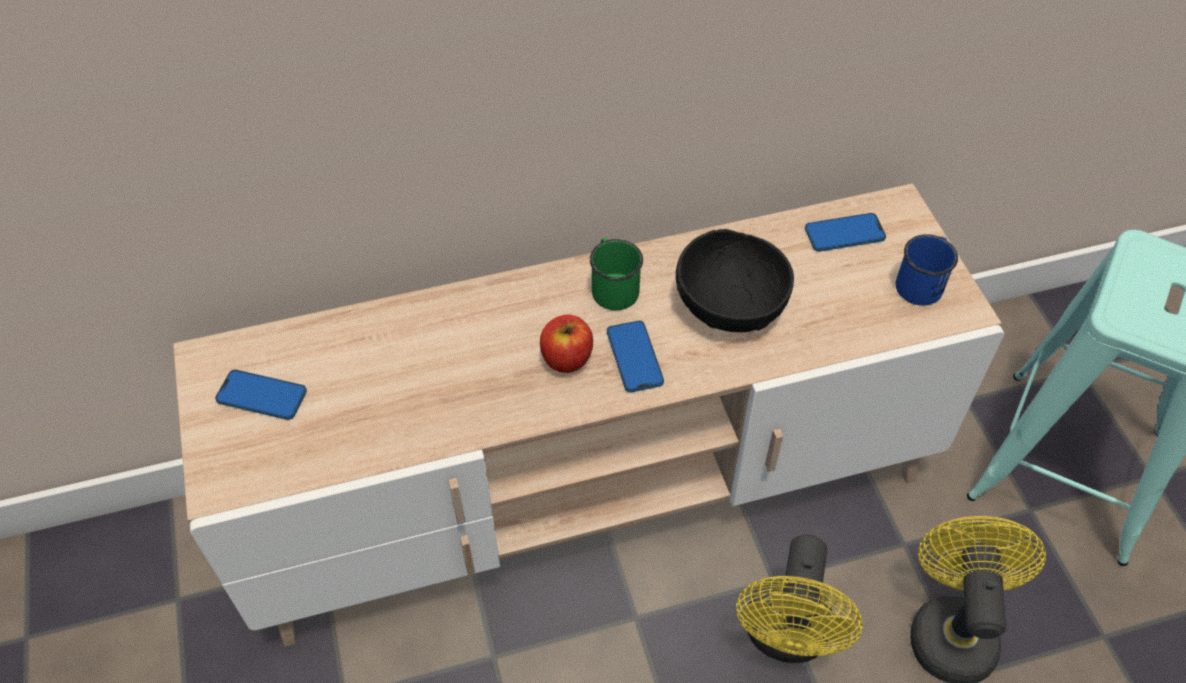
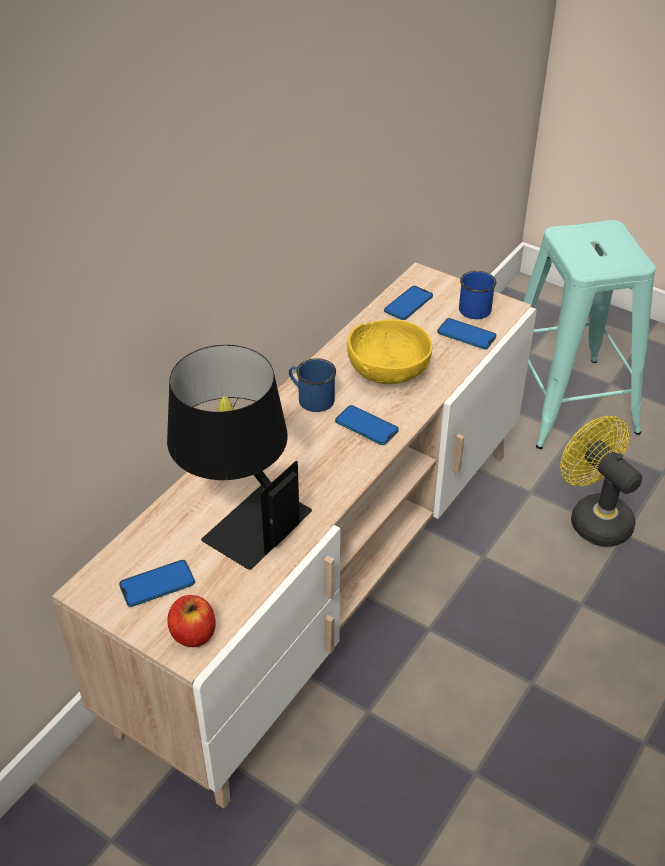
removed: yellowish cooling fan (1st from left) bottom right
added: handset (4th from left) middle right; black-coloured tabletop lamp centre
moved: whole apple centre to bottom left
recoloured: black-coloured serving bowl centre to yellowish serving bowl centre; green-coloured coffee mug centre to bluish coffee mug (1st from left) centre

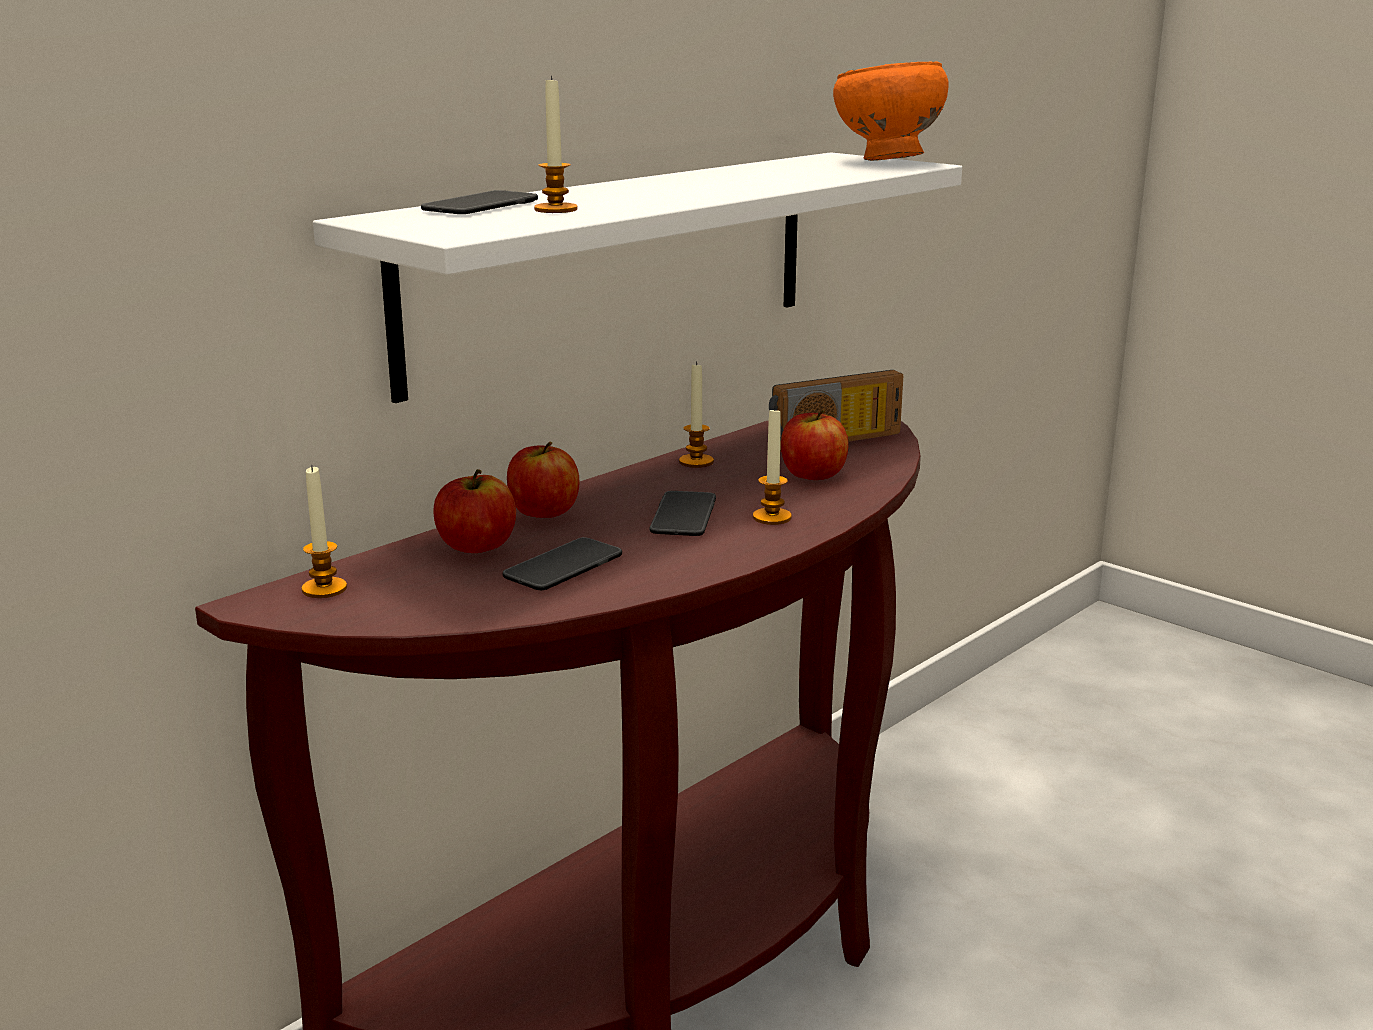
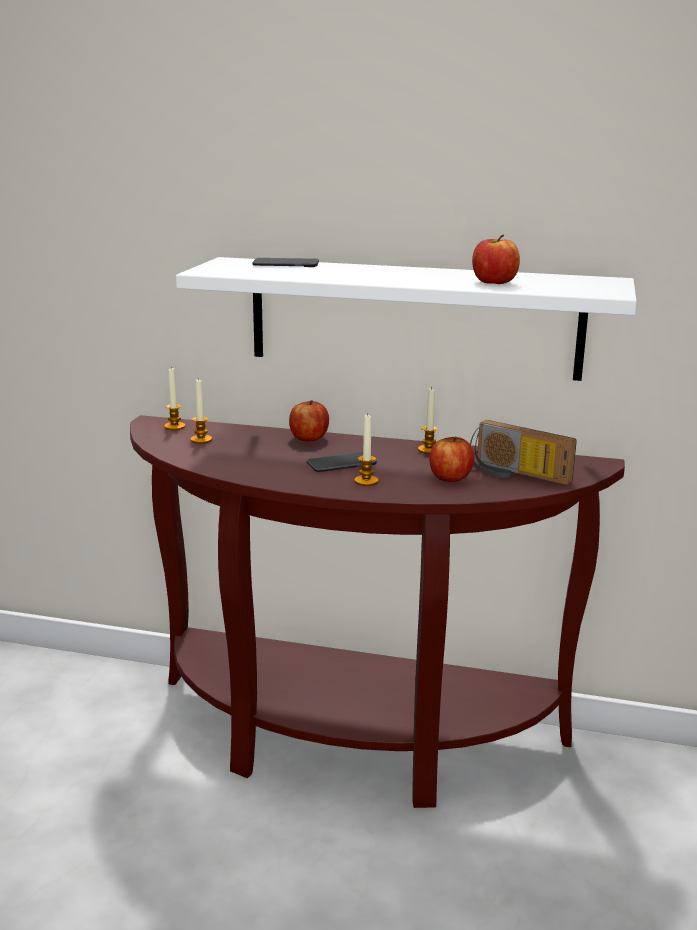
removed: orange serving bowl top centre; handset (2nd from left) centre
moved: wax candle (2nd from left) top centre to middle left; whole apple (1st from left in the first image) centre to whole apple (3rd from left) top right

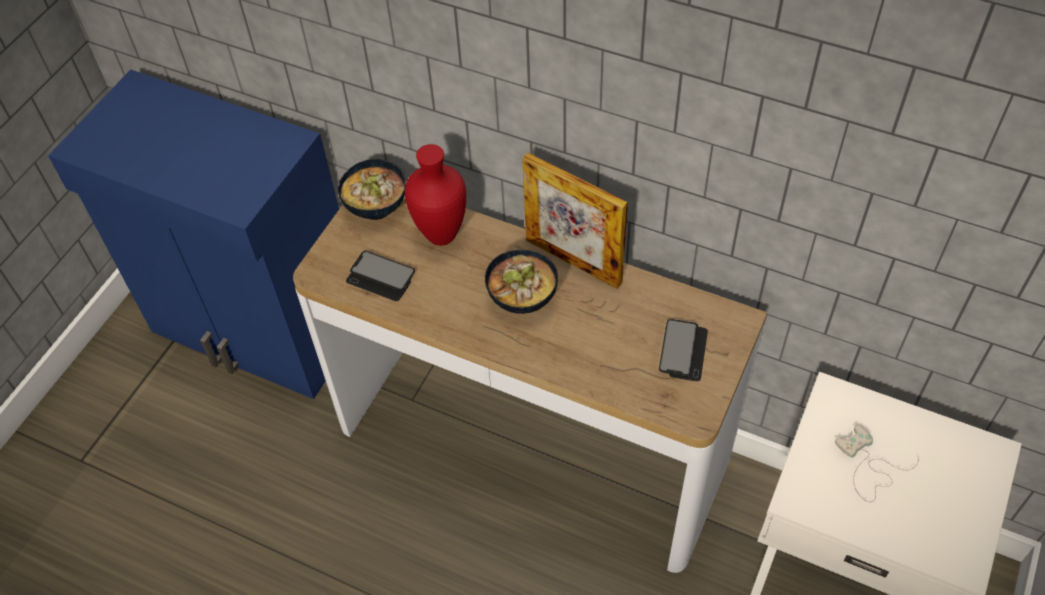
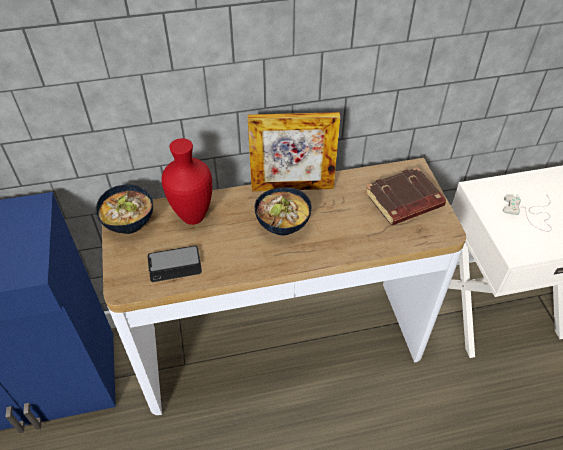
replaced: handset (2nd from left) centre to brown volume middle right

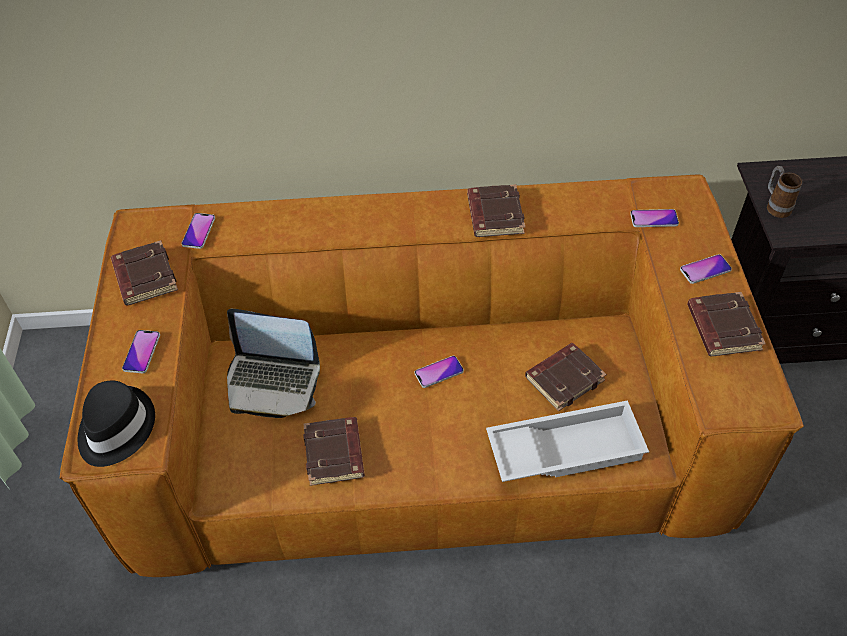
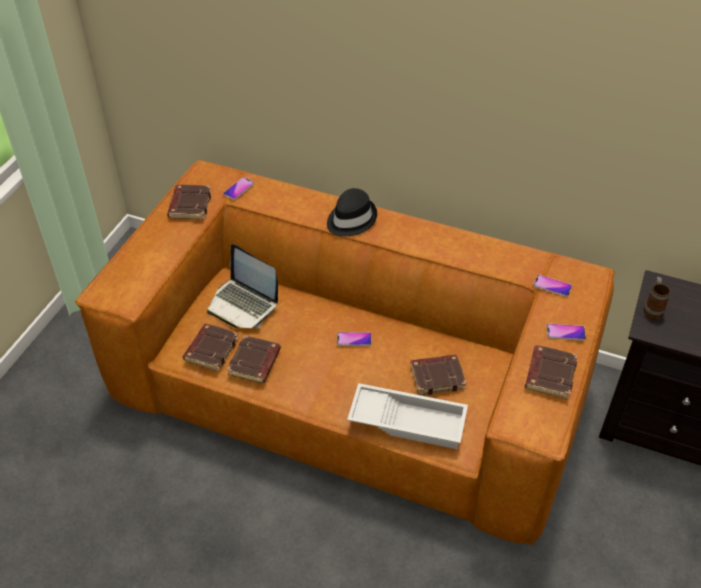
removed: handset (1st from left) middle left
moved: brown volume (3rd from left in the first image) top centre to brown volume (2nd from left) middle left; black-coloured wearable hat bottom left to centre

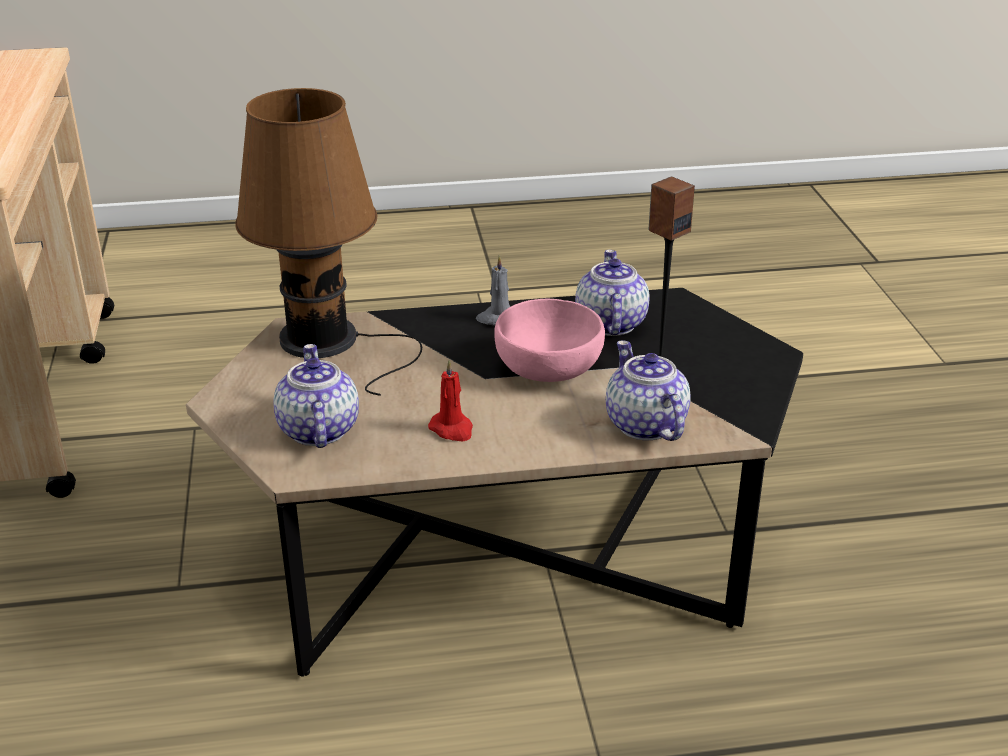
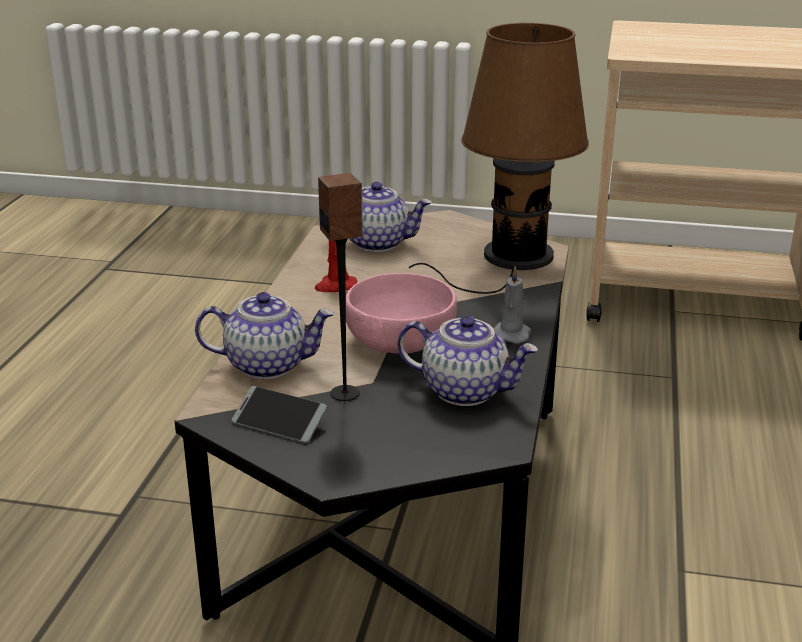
added: handset centre

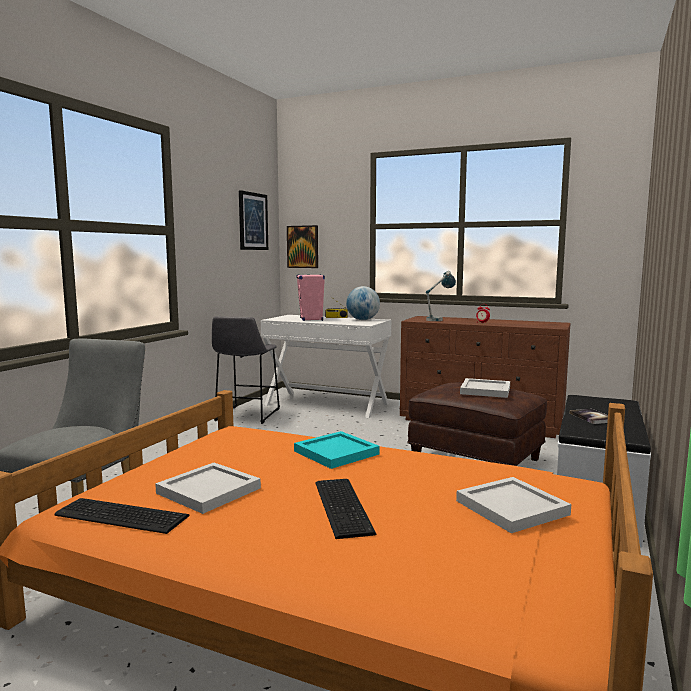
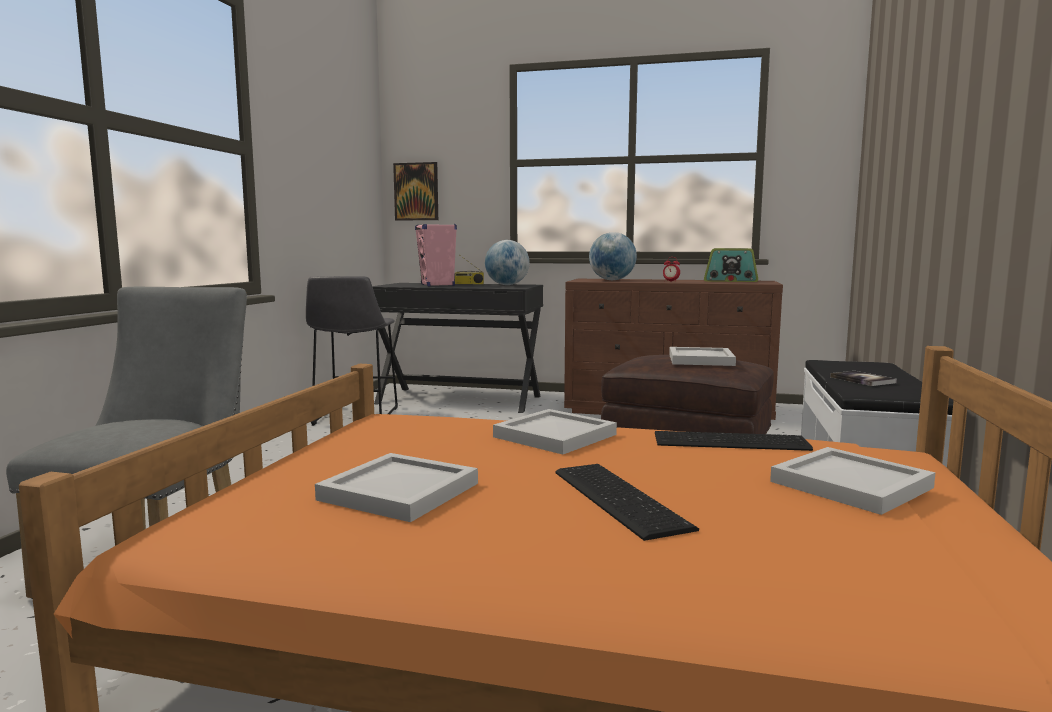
removed: wall art (1st from left) top centre
added: radio receiver (2nd from left) middle right
moved: PC keyboard (1st from left in the first image) bottom left to PC keyboard (2nd from left) middle right
replaced: tabletop lamp centre to desk globe (2nd from left) centre
recoloured: whitish desk table centre to black-coloured desk table centre; turquoise-coloured serving tray centre to whitish serving tray (2nd from left) centre

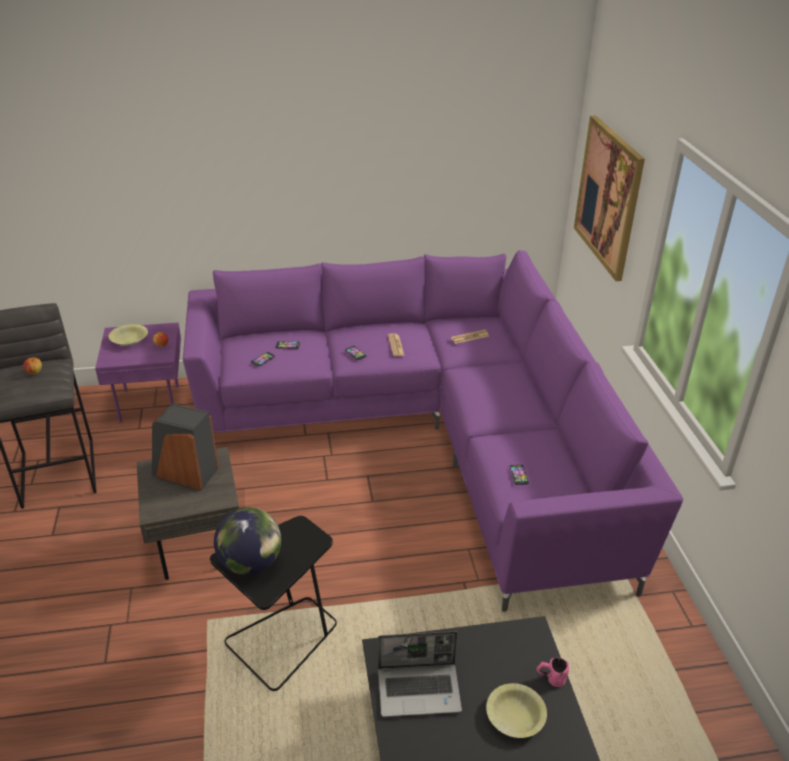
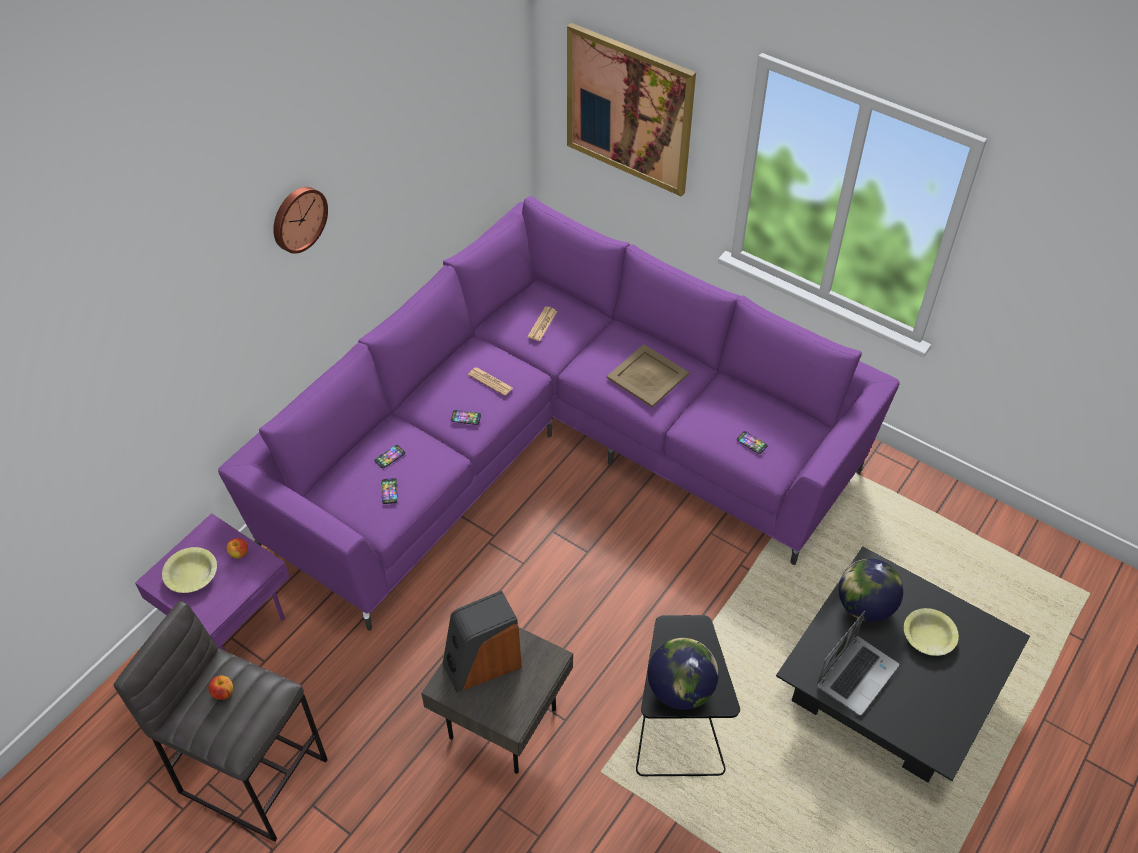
removed: pink coffee mug bottom right
added: clock on the wall top left; sand-coloured serving tray centre; desk globe (2nd from left) bottom right

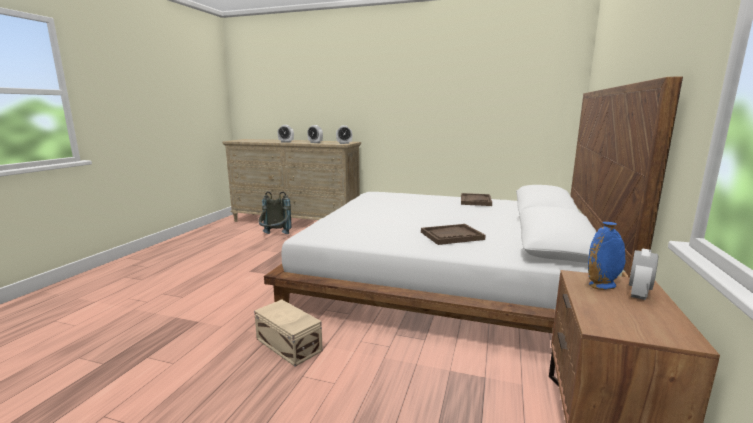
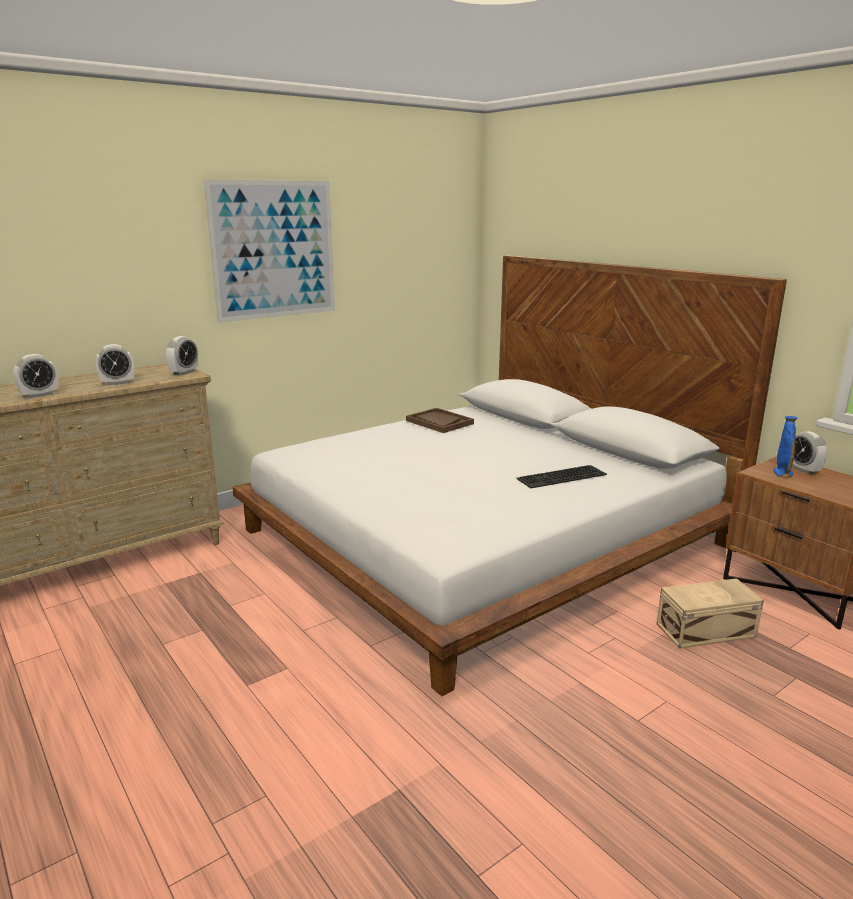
removed: gray backpack centre
added: wall art top left
moved: sand-coloured storage box bottom centre to bottom right
replaced: brown serving tray (1st from left) centre to PC keyboard centre

